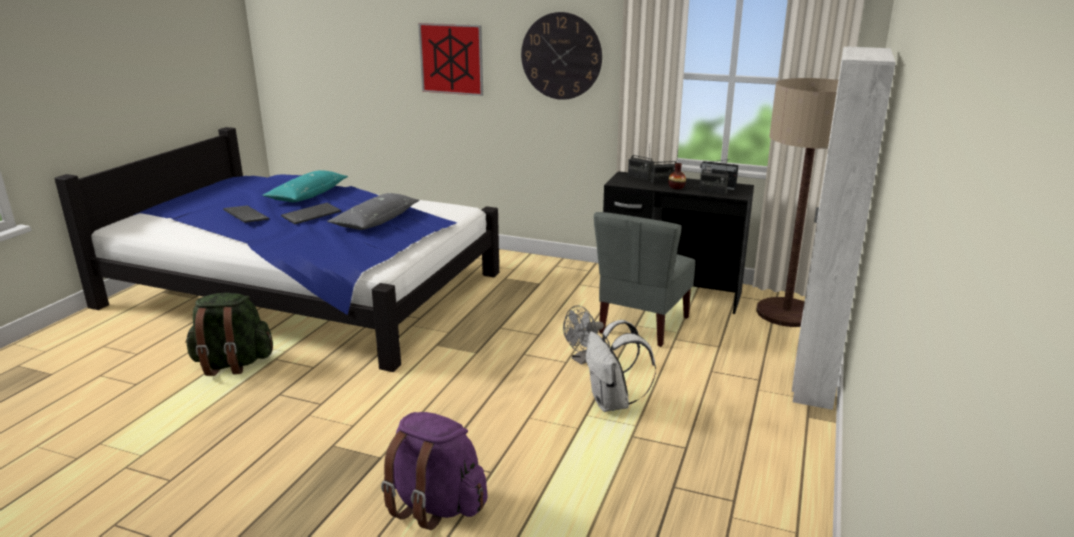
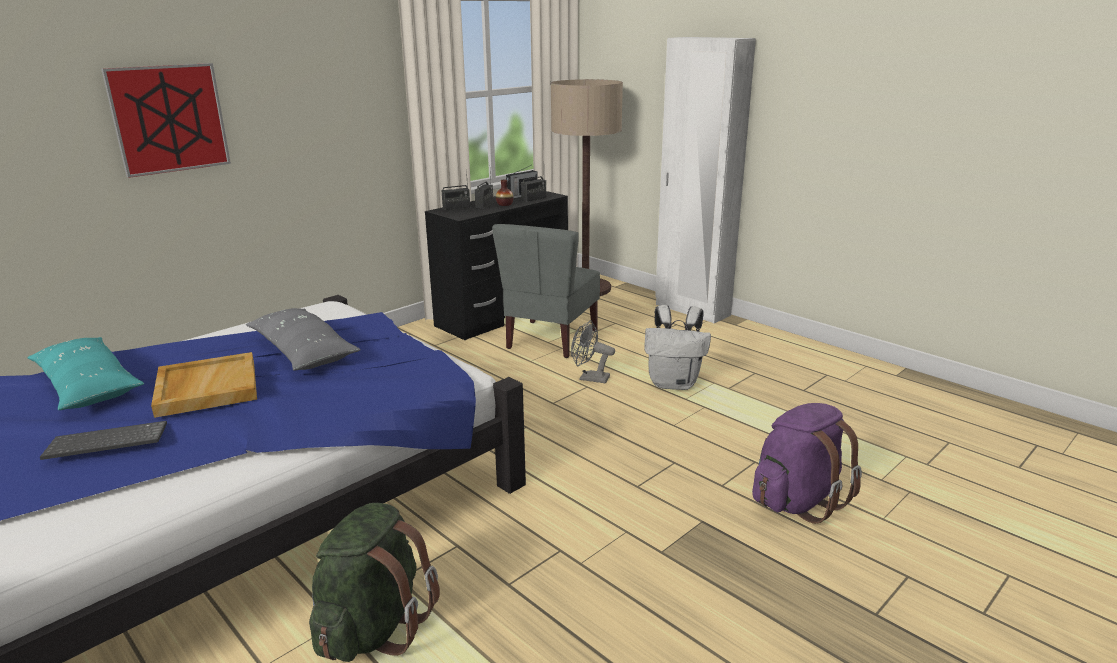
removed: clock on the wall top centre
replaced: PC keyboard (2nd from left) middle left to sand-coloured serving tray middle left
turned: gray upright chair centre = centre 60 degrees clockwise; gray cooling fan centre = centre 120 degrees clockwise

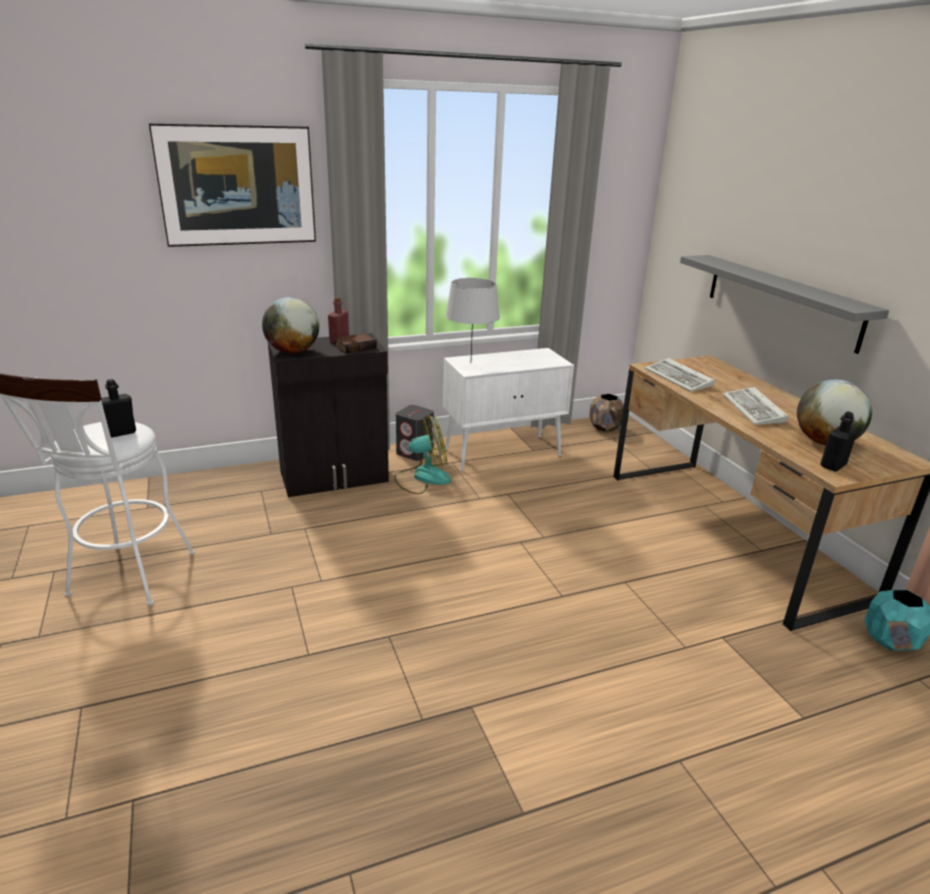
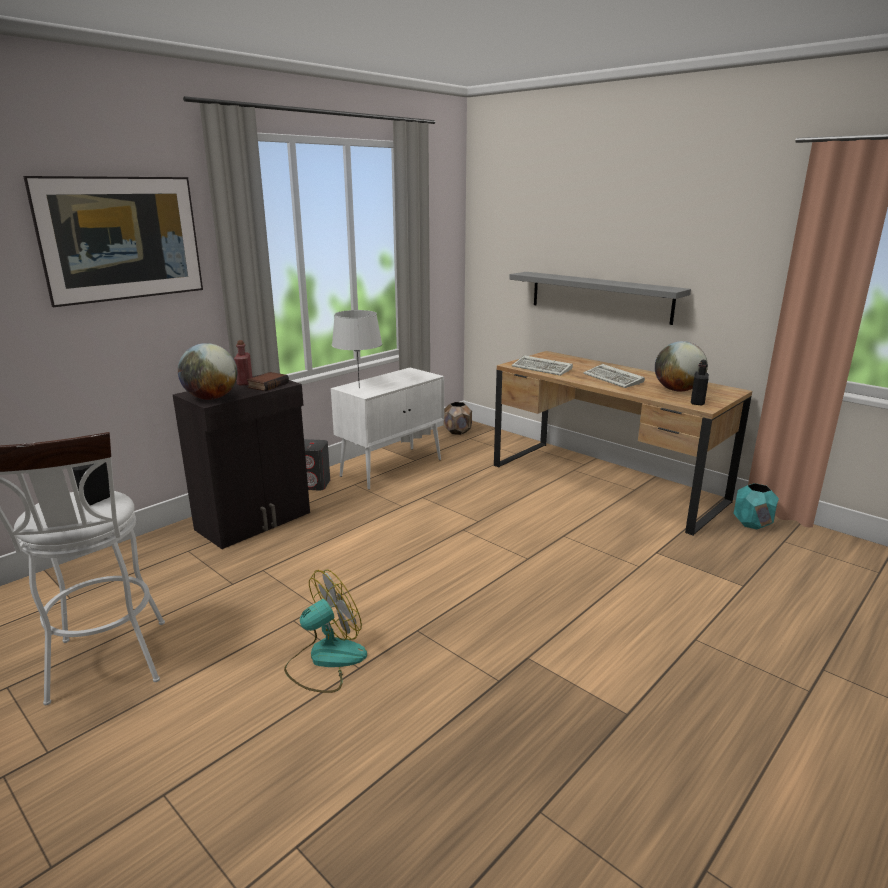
moved: cooling fan centre to bottom centre

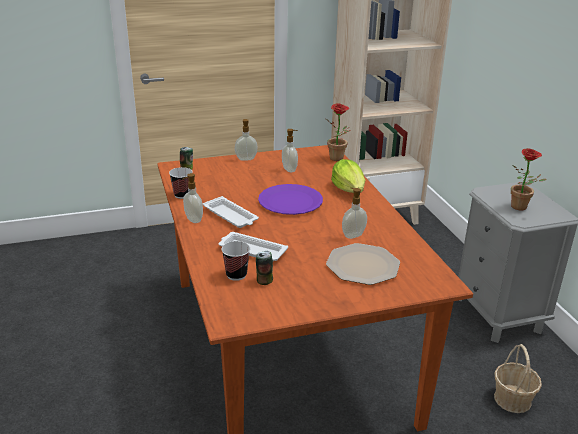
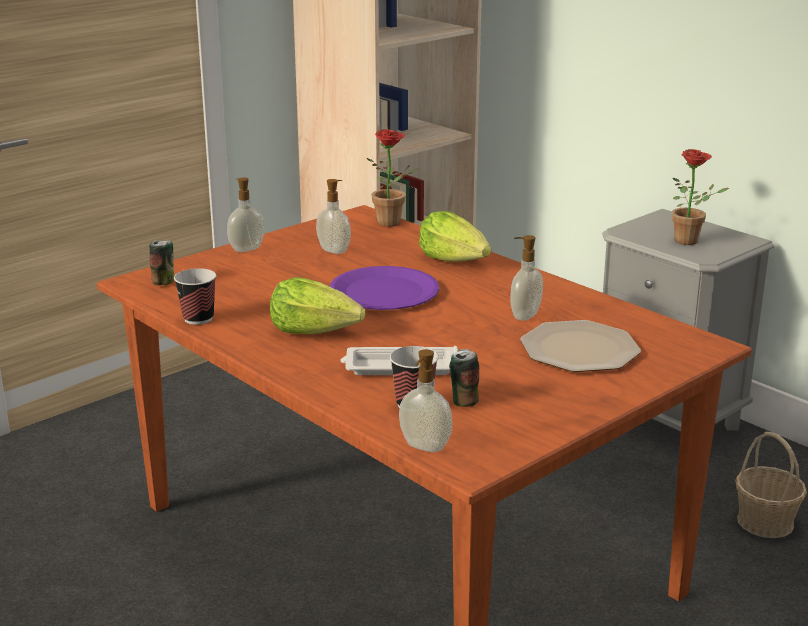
moved: soap bottle (1st from left in the first image) middle left to soap bottle (3rd from left) centre
replaced: whitish serving tray (1st from left) centre to lettuce (1st from left) centre

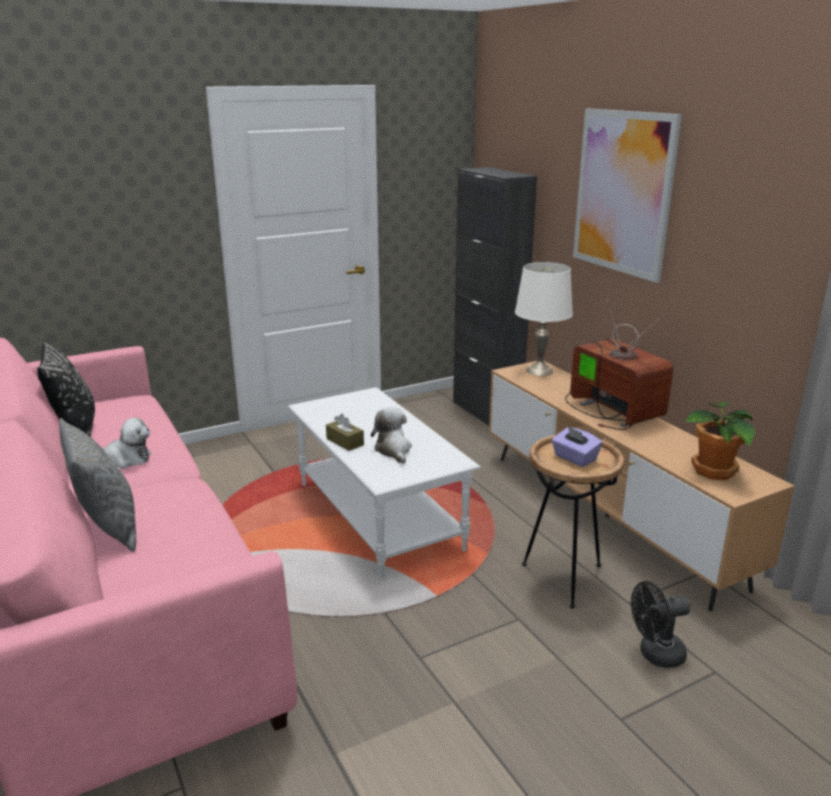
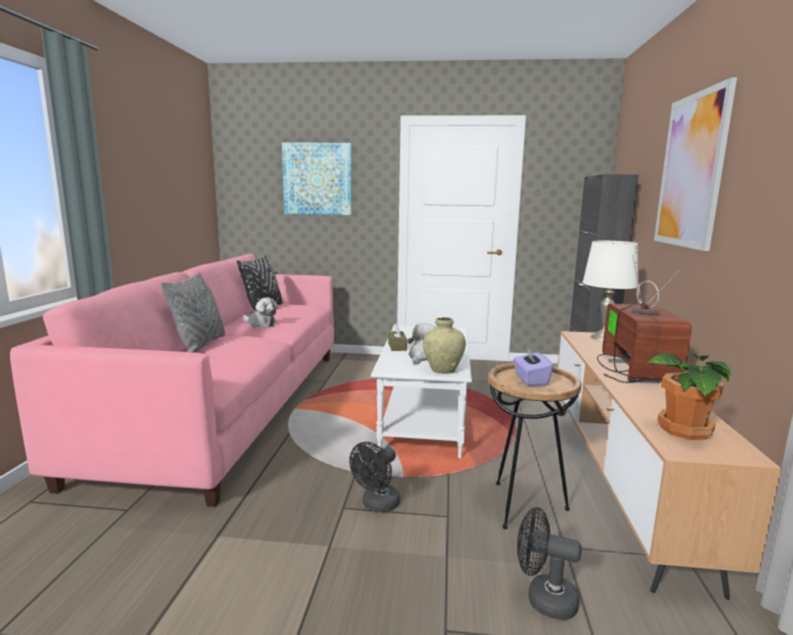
added: wall art (1st from left) top centre; sand-coloured flower vase centre; black-coloured cooling fan (1st from left) bottom centre

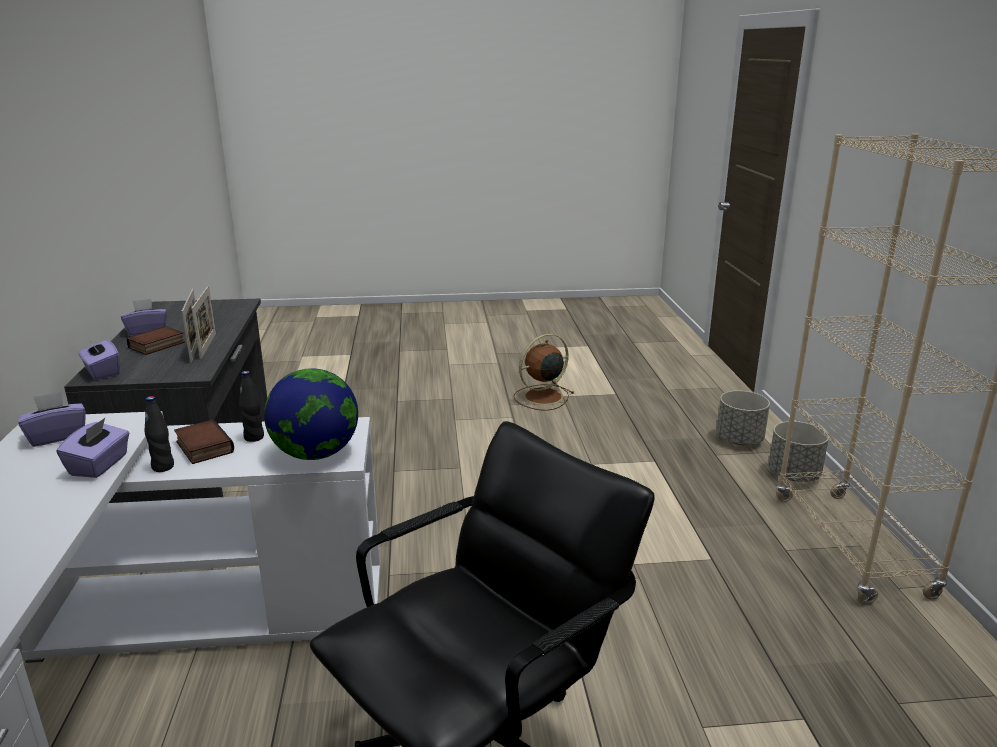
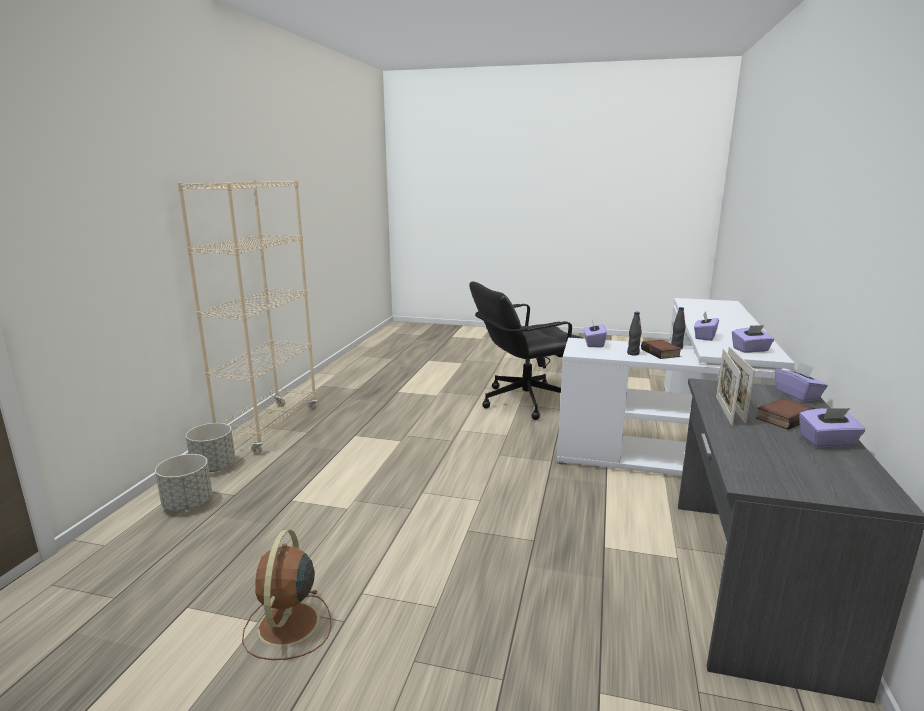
replaced: desk globe middle left to purplish tissue box (1st from left) centre
turned: brown cooling fan centre = bottom left 105 degrees clockwise

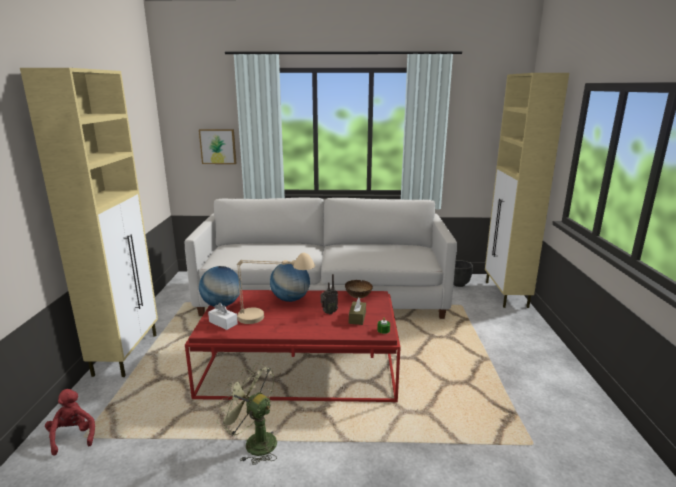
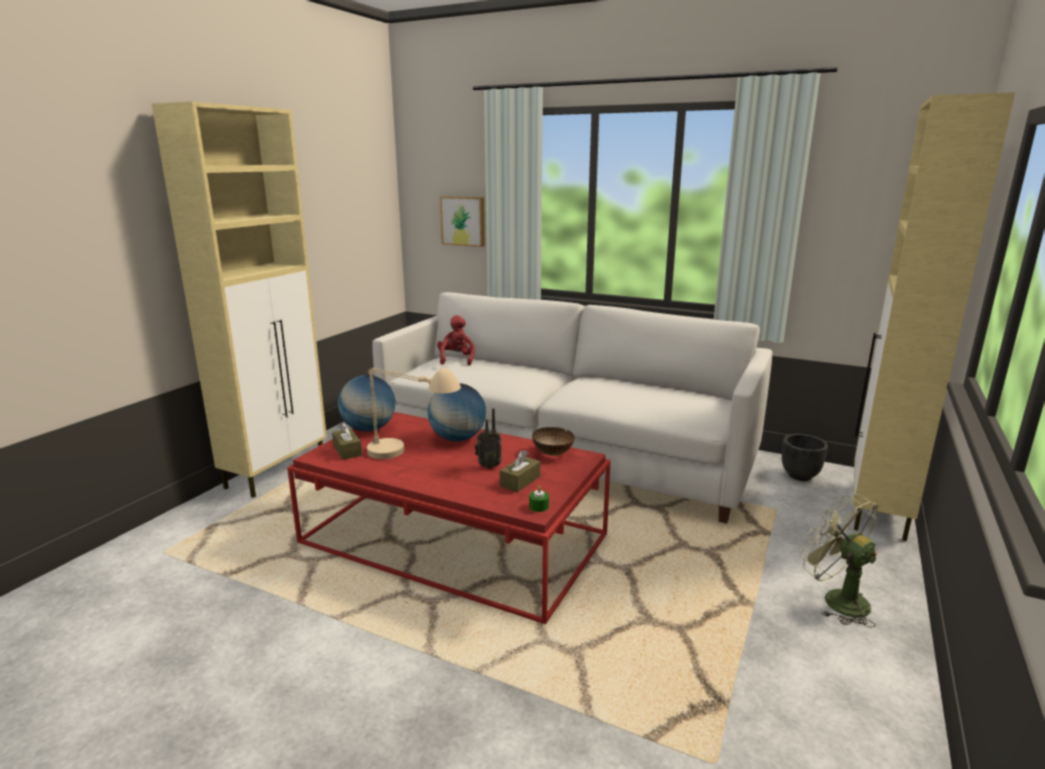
moved: green-coloured cooling fan bottom centre to bottom right; reddish cuddly toy bottom left to centre
recoloured: whitish tissue box middle left to brown tissue box (1st from left) middle left

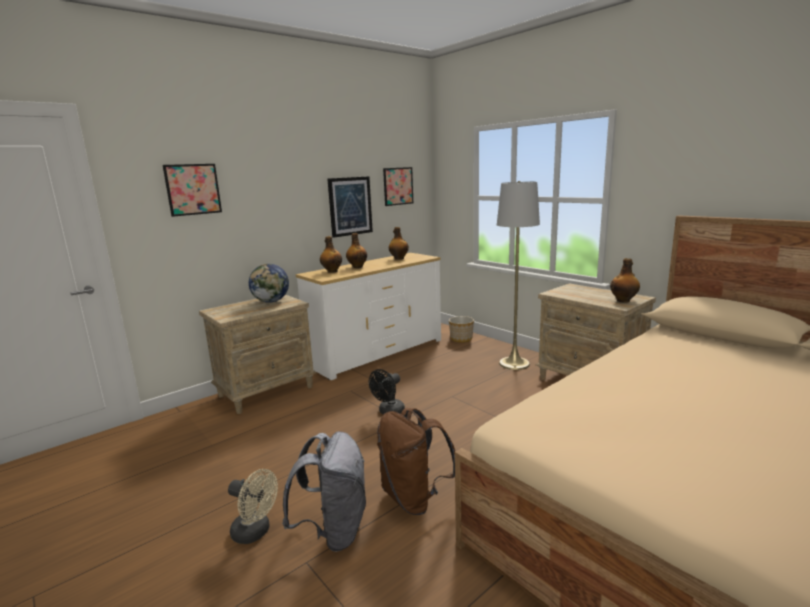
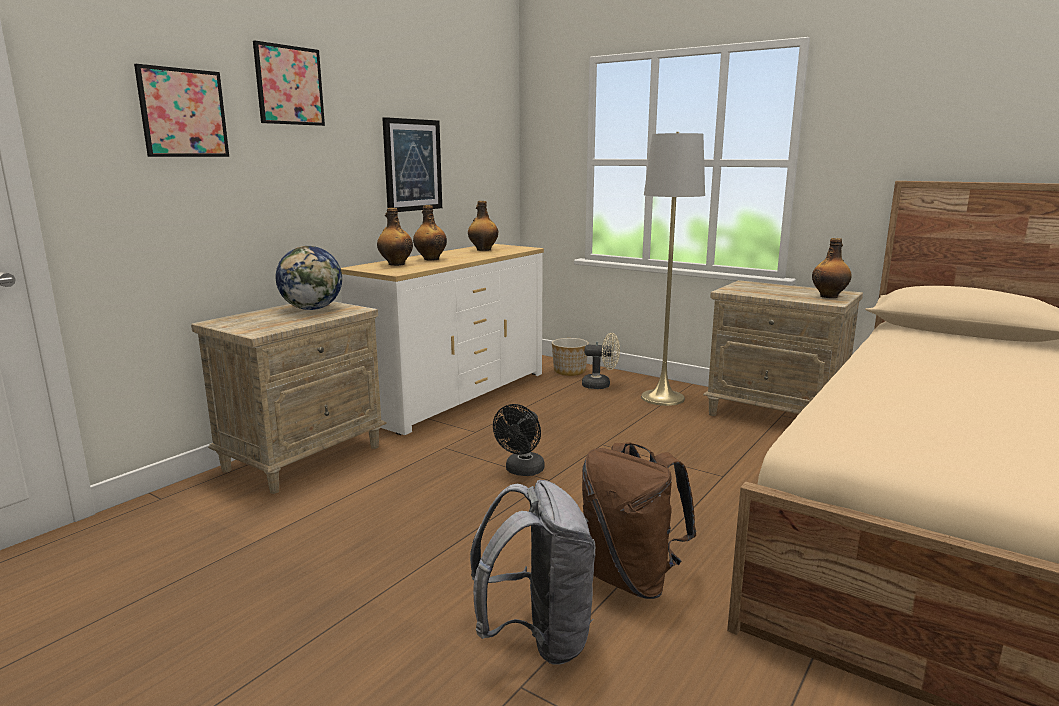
moved: wall art (3rd from left in the first image) top centre to wall art (2nd from left) top left; sand-coloured cooling fan bottom left to centre

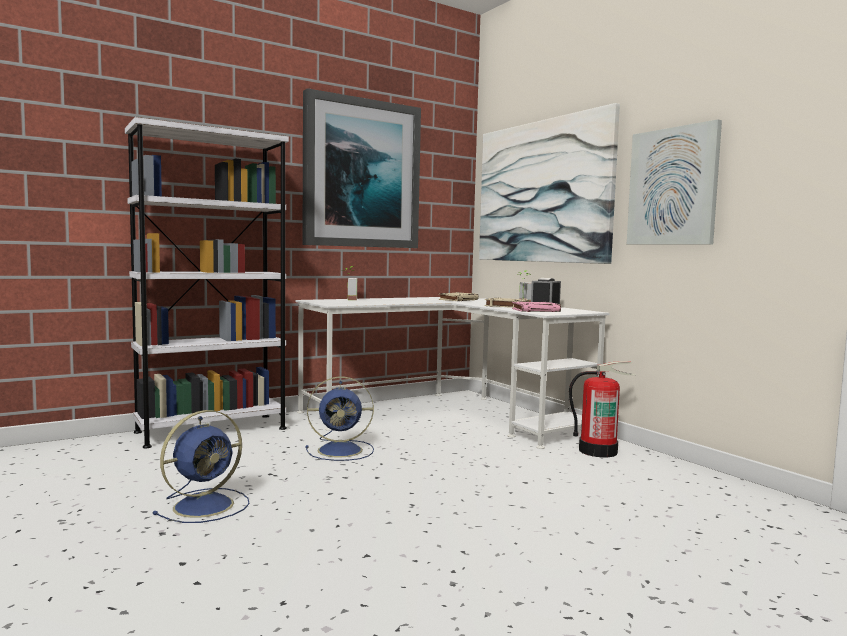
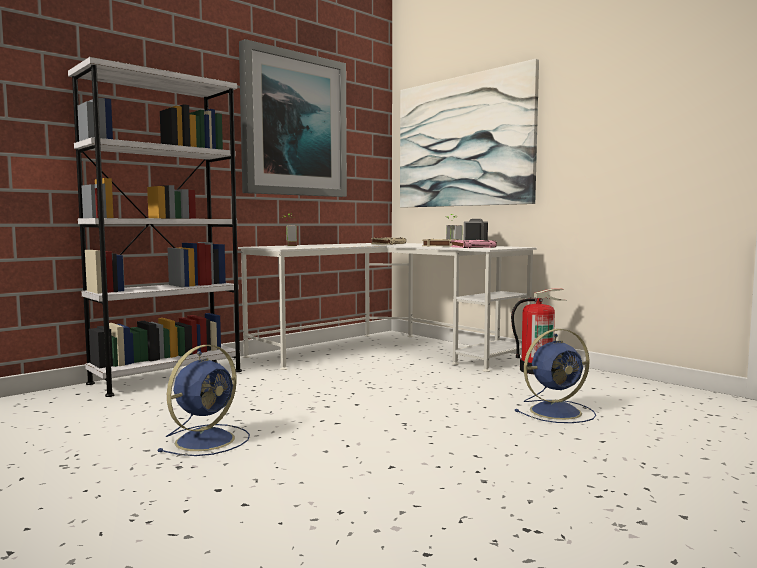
removed: wall art (3rd from left) top right
moved: bluish cooling fan (2nd from left) centre to middle right

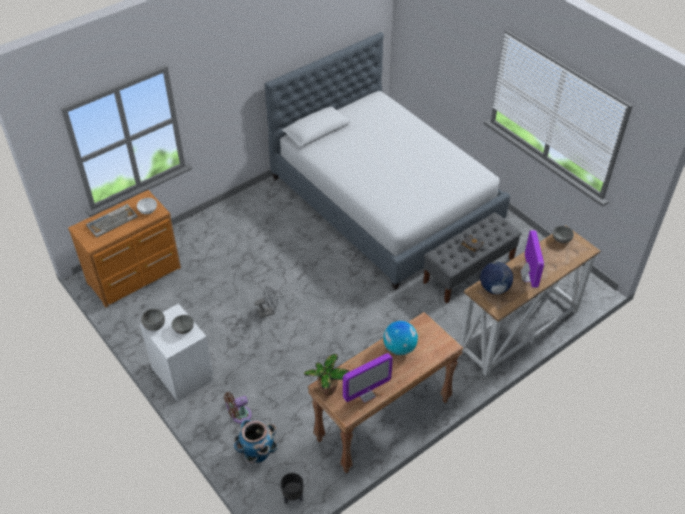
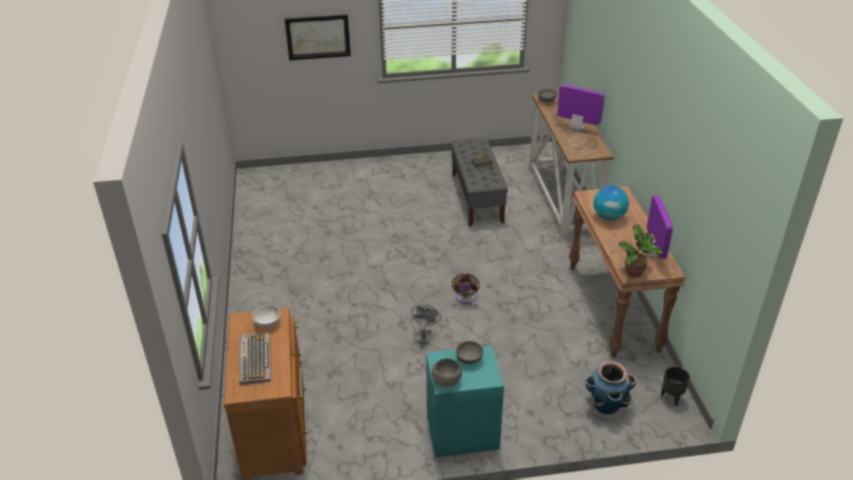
removed: bedroom bed top centre; desk globe (2nd from left) middle right
added: wall art top centre
moved: brown cooling fan bottom centre to centre
recoloured: whitish night table bottom left to turquoise-coloured night table bottom centre

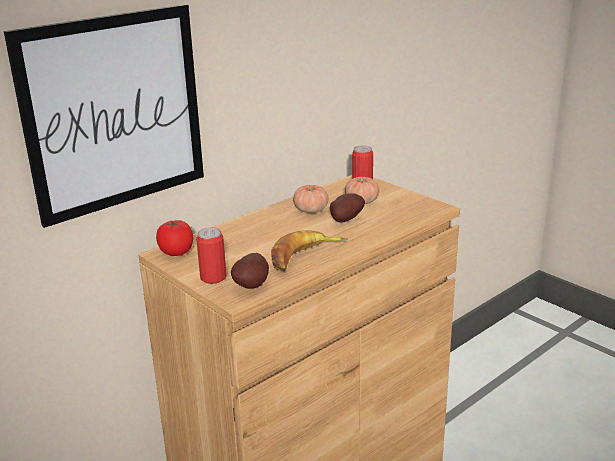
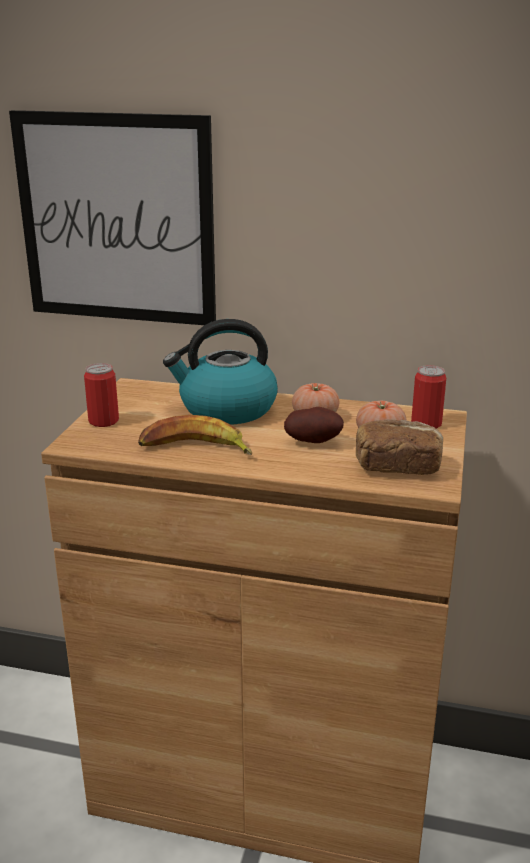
removed: whole tomato (1st from left) middle left; whole potato (1st from left) centre
added: kettle centre; baked bread middle right

